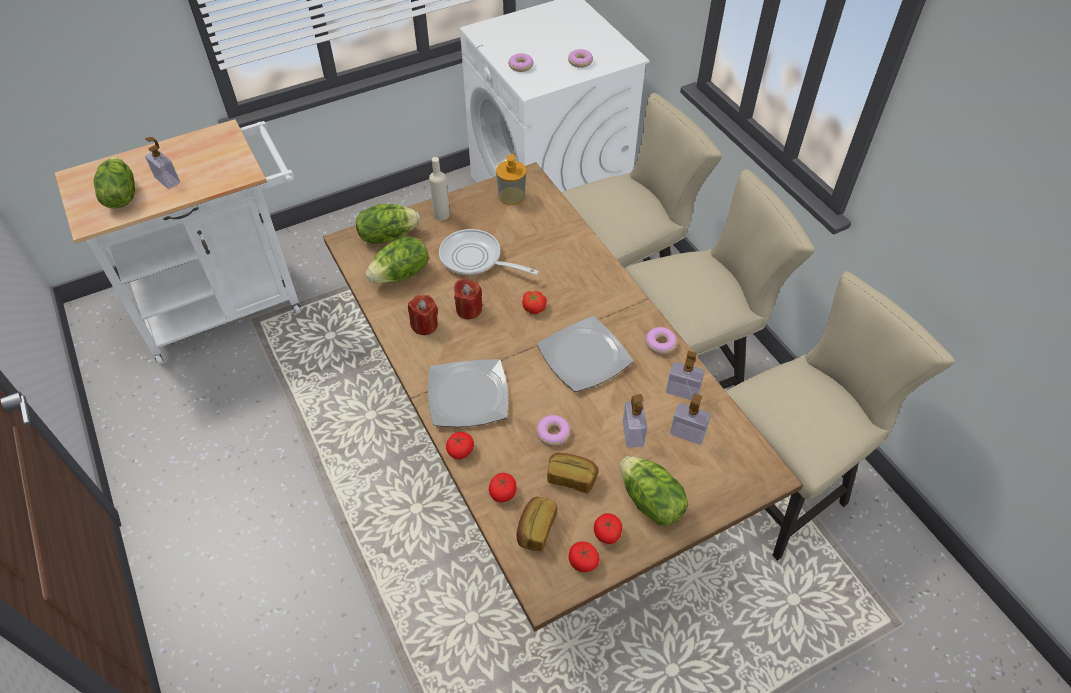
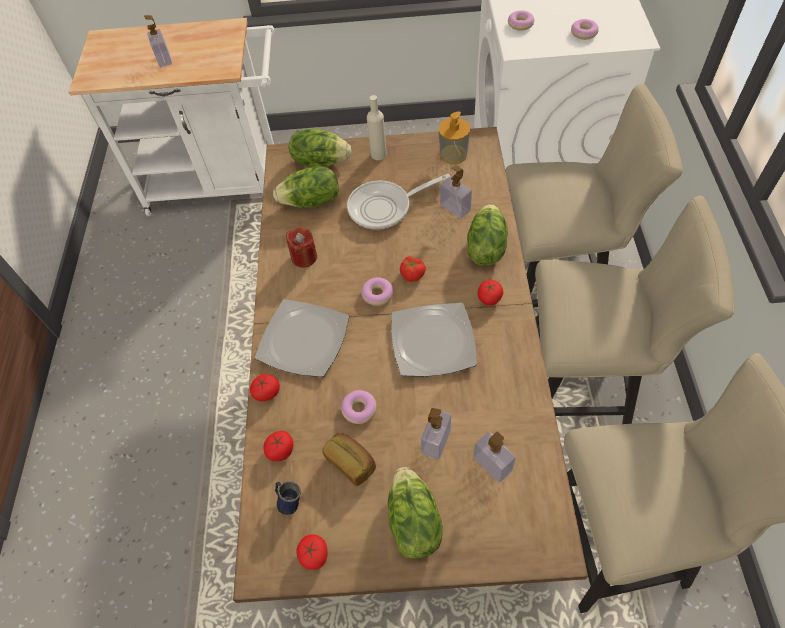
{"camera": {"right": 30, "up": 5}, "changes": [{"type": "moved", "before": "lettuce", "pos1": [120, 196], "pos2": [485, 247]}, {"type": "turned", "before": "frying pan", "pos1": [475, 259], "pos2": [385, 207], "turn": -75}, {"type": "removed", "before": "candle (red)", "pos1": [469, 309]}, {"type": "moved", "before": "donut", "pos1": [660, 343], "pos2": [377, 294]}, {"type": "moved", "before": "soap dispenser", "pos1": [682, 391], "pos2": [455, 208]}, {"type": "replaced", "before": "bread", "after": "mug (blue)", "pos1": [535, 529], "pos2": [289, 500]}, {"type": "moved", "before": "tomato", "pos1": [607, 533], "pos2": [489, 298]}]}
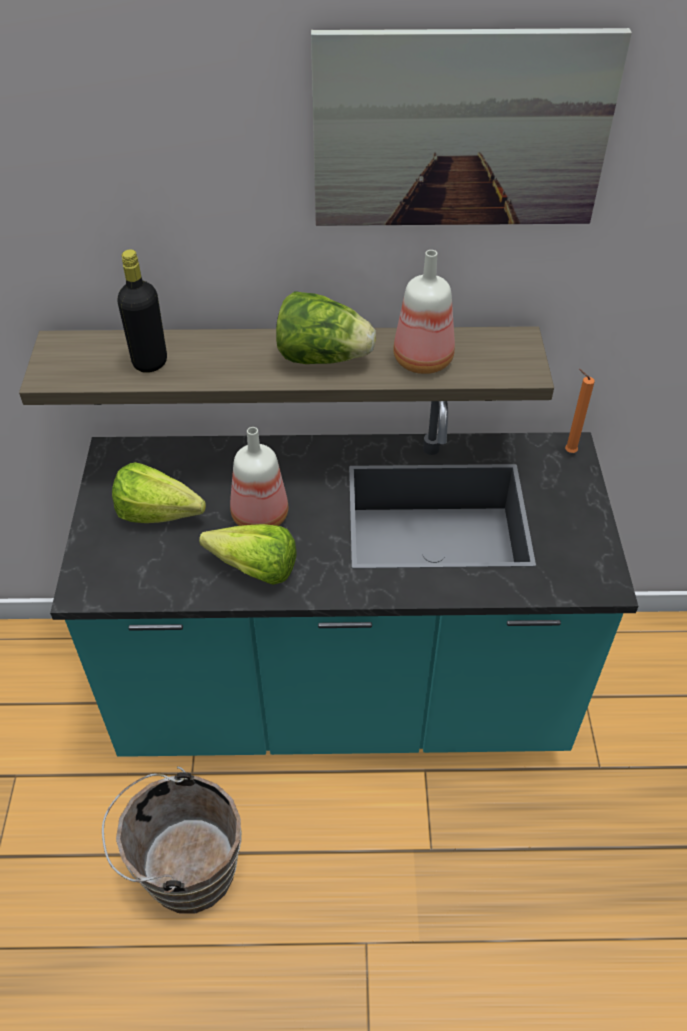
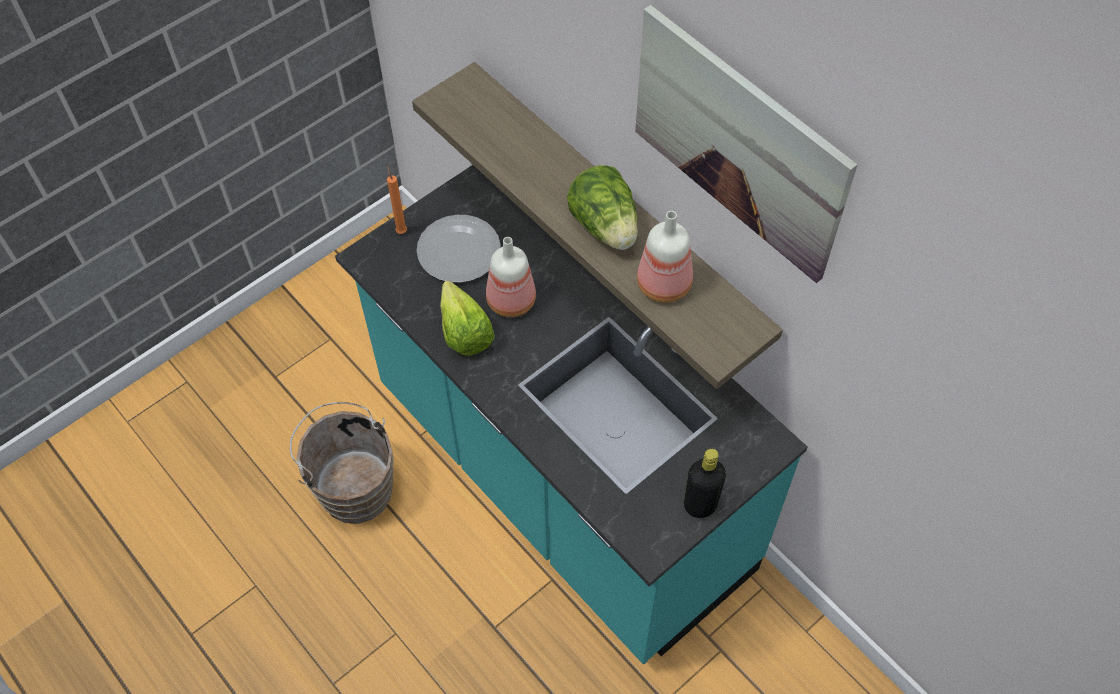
{"camera": {"right": 50, "up": 10}, "changes": [{"type": "moved", "before": "bottle (black)", "pos1": [150, 362], "pos2": [700, 505]}, {"type": "moved", "before": "candle (orange)", "pos1": [568, 451], "pos2": [401, 230]}, {"type": "replaced", "before": "lettuce", "after": "plate", "pos1": [164, 517], "pos2": [459, 250]}]}
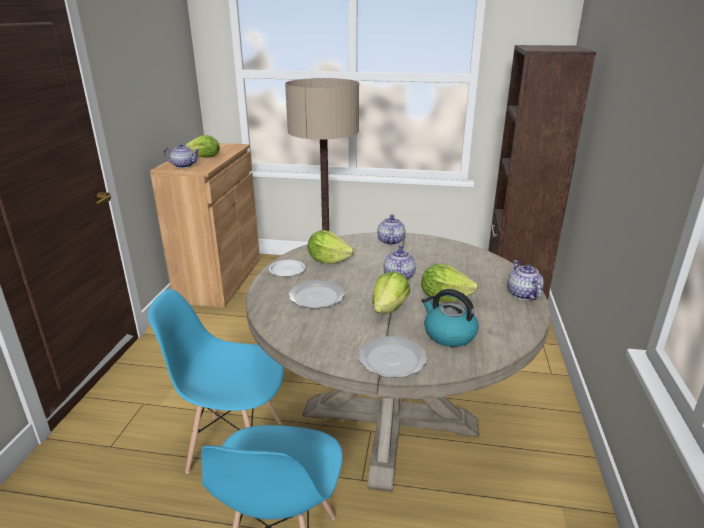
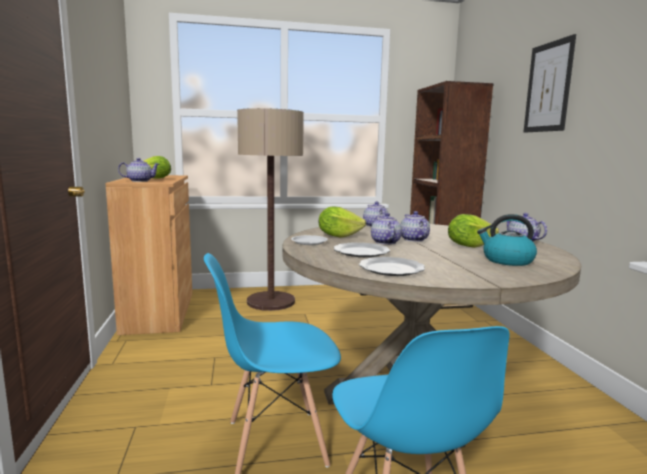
{"camera": {"right": -20, "up": -15}, "changes": [{"type": "removed", "before": "lettuce", "pos1": [389, 308]}, {"type": "moved", "before": "plate", "pos1": [391, 358], "pos2": [390, 269]}, {"type": "added", "after": "picture", "pos2": [548, 87]}, {"type": "added", "after": "teapot", "pos2": [384, 242]}]}
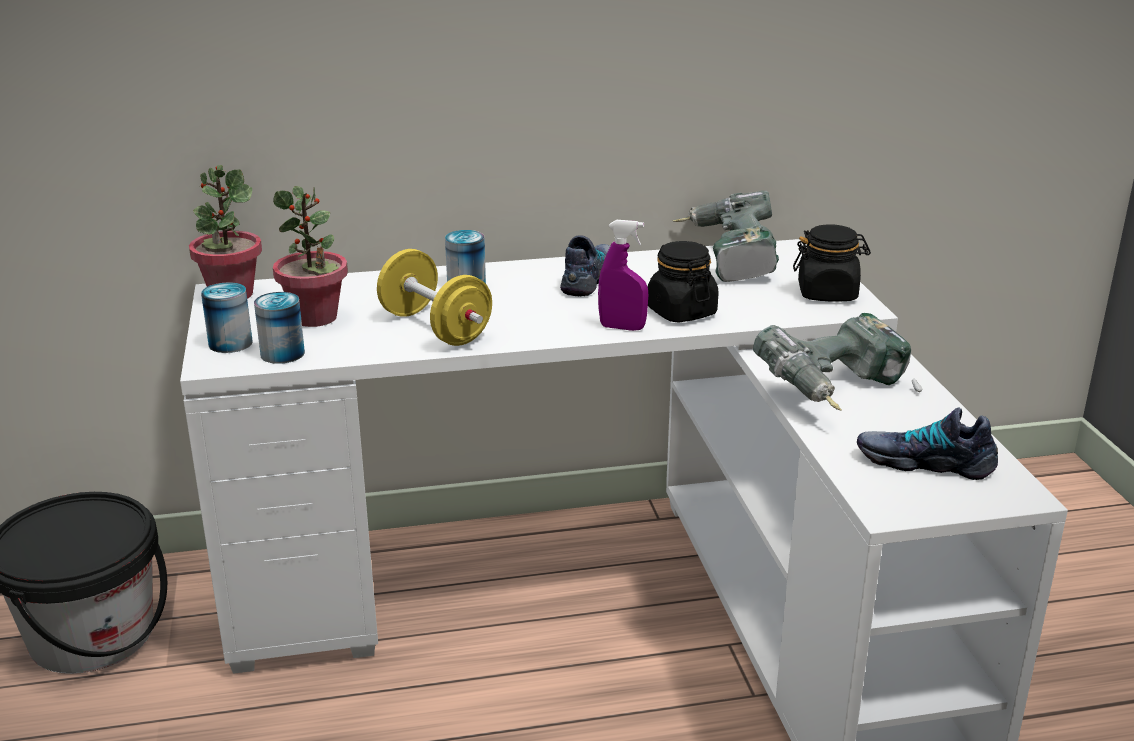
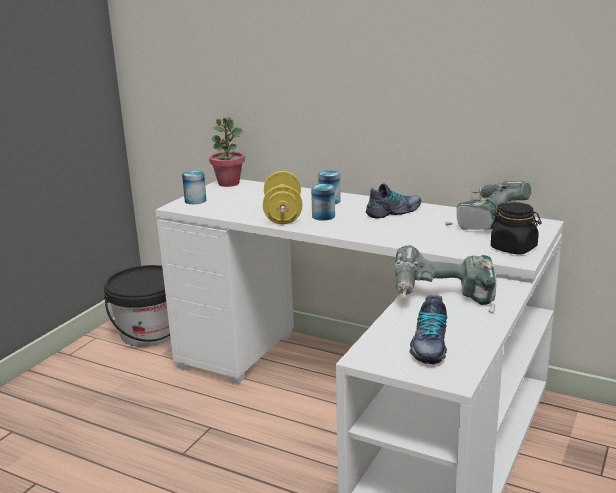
{"camera": {"right": 40, "up": -5}, "changes": [{"type": "removed", "before": "potted plant", "pos1": [315, 317]}, {"type": "removed", "before": "spray bottle (purple)", "pos1": [622, 327]}, {"type": "removed", "before": "jar (black)", "pos1": [681, 312]}, {"type": "moved", "before": "can", "pos1": [282, 353], "pos2": [323, 216]}, {"type": "turned", "before": "shoe", "pos1": [924, 462], "pos2": [428, 345], "turn": -135}]}
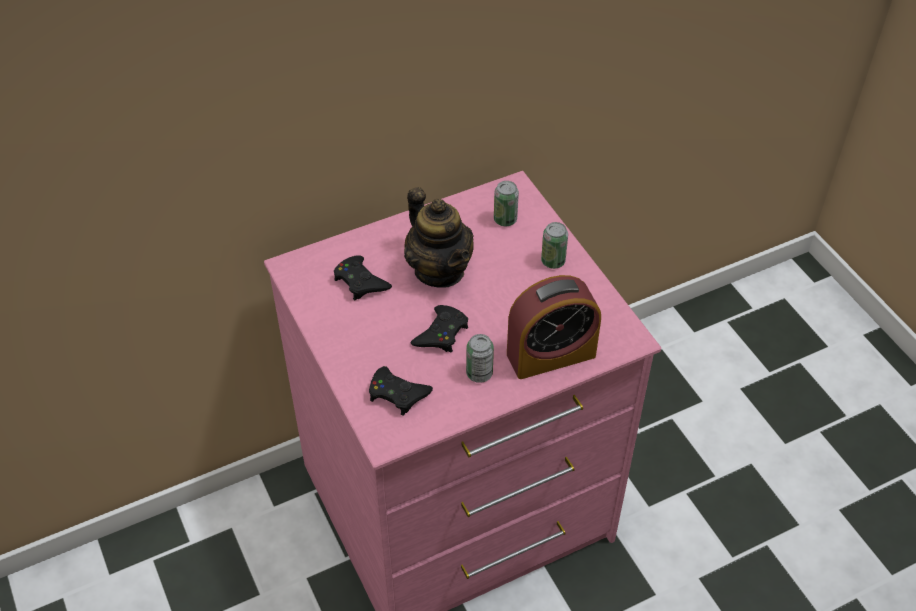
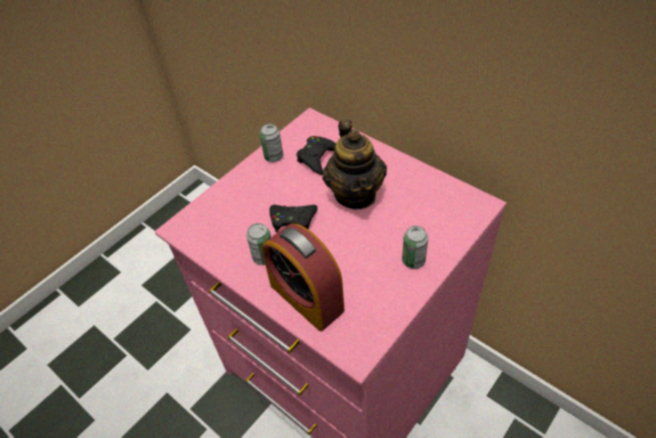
{"camera": {"right": 70, "up": 0}, "changes": [{"type": "moved", "before": "can", "pos1": [505, 219], "pos2": [273, 157]}, {"type": "turned", "before": "teapot", "pos1": [439, 270], "pos2": [356, 194], "turn": -45}, {"type": "removed", "before": "game controller (black)", "pos1": [397, 394]}]}
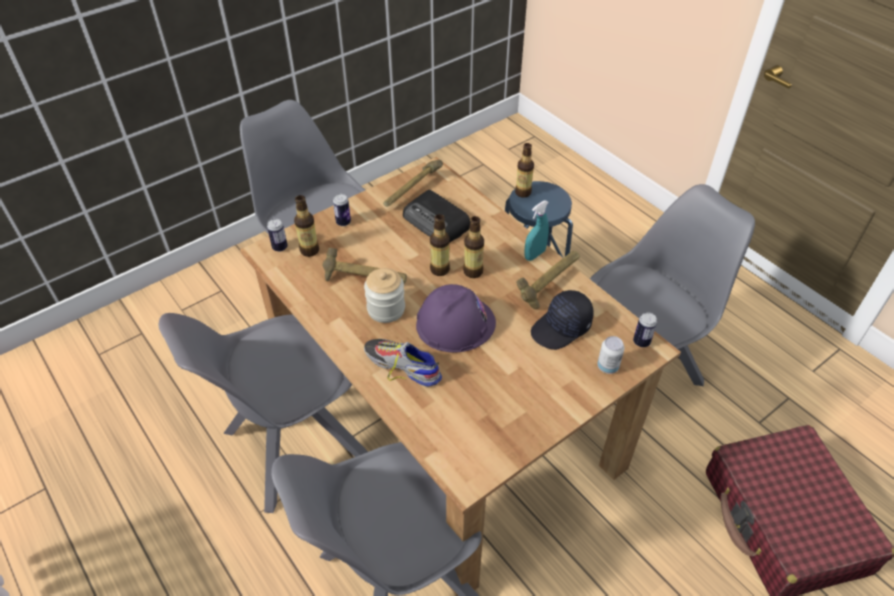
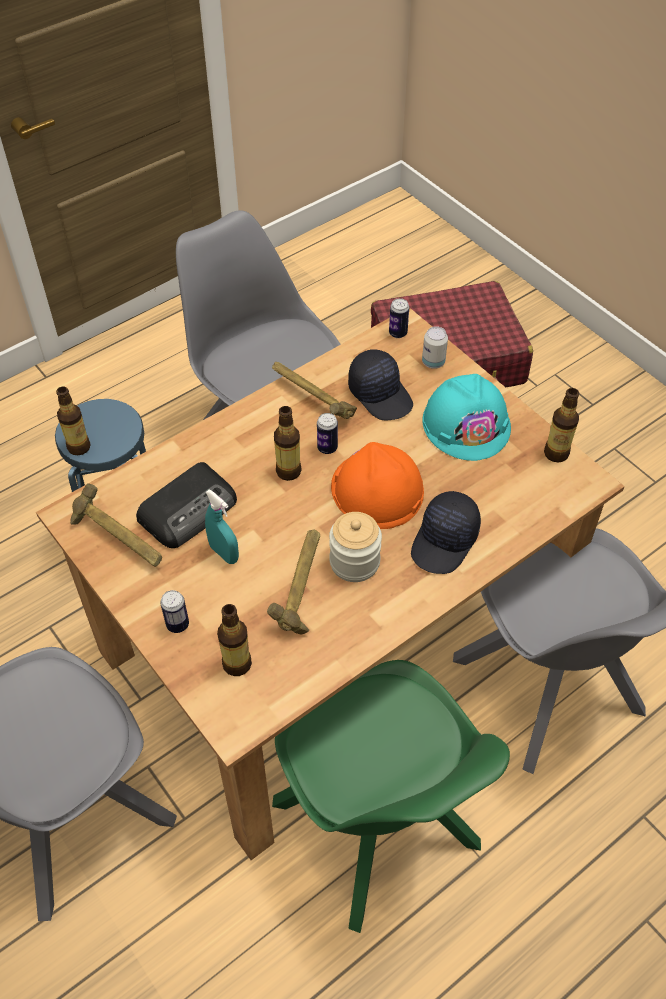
{"camera": {"right": -90, "up": 5}, "changes": [{"type": "moved", "before": "spray bottle (turquoise)", "pos1": [534, 255], "pos2": [224, 553]}, {"type": "moved", "before": "bottle", "pos1": [439, 269], "pos2": [556, 453]}, {"type": "moved", "before": "can", "pos1": [280, 247], "pos2": [327, 448]}, {"type": "recoloured", "before": "hard hat (purple)", "after": "hard hat (orange)", "pos1": [455, 323], "pos2": [377, 490]}, {"type": "recoloured", "before": "chair (grey)", "after": "chair (green)", "pos1": [291, 446], "pos2": [378, 829]}, {"type": "replaced", "before": "shoe", "after": "cap (black)", "pos1": [402, 365], "pos2": [445, 541]}, {"type": "added", "after": "hard hat (turquoise)", "pos2": [466, 424]}]}
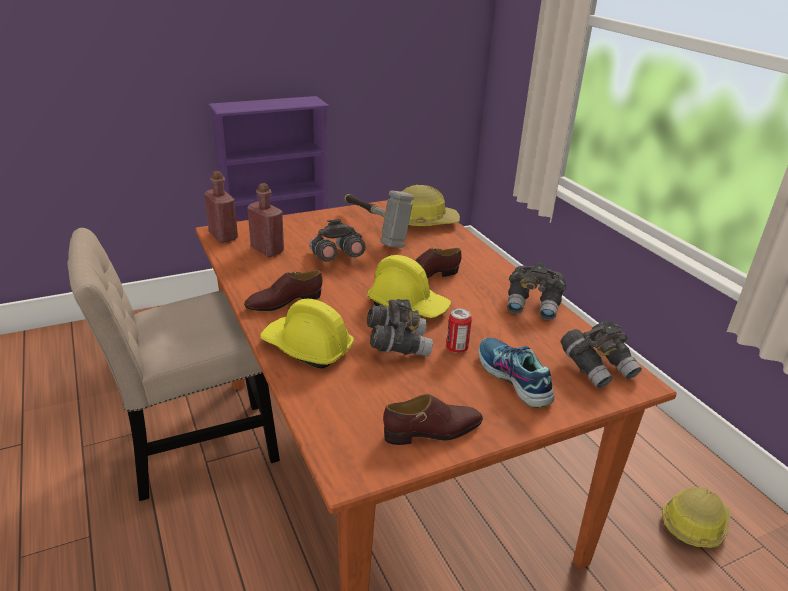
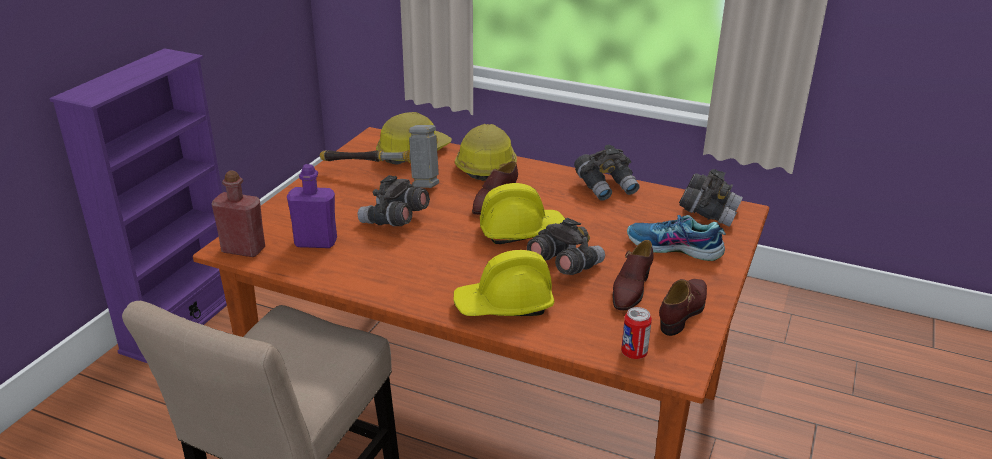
{"camera": {"right": -40, "up": 0}, "changes": [{"type": "recoloured", "before": "bottle (red)", "after": "bottle (purple)", "pos1": [267, 250], "pos2": [316, 242]}, {"type": "moved", "before": "shoe (brown)", "pos1": [284, 302], "pos2": [630, 289]}, {"type": "moved", "before": "can", "pos1": [456, 348], "pos2": [634, 353]}, {"type": "moved", "before": "hard hat", "pos1": [694, 523], "pos2": [486, 165]}]}
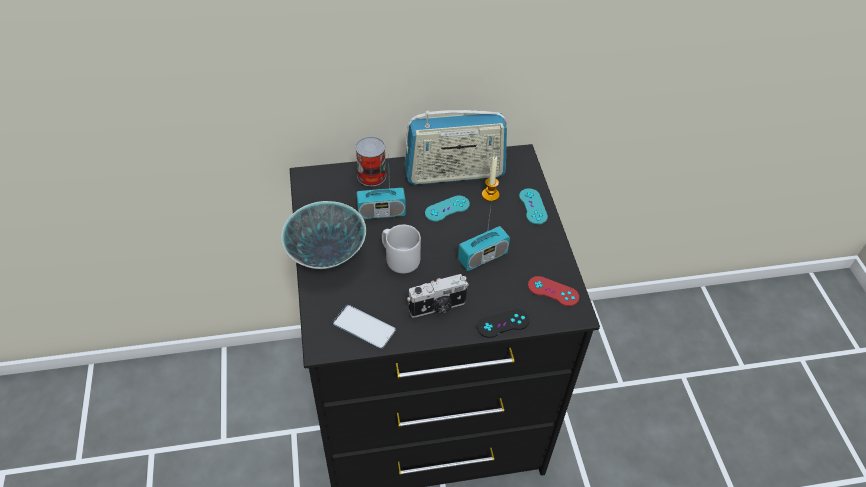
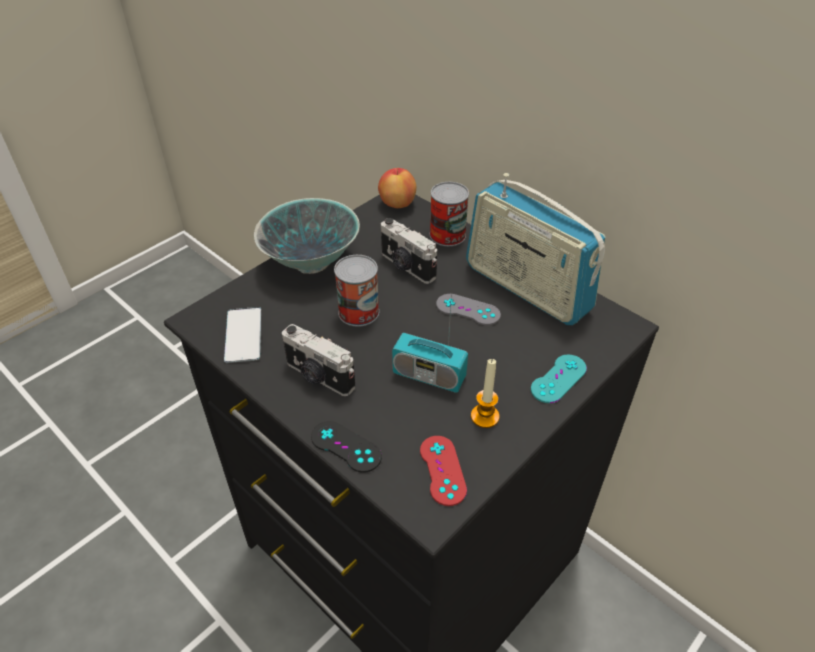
{"camera": {"right": 55, "up": -5}, "changes": [{"type": "replaced", "before": "radio", "after": "photo camera", "pos1": [381, 212], "pos2": [406, 267]}, {"type": "moved", "before": "candle", "pos1": [490, 195], "pos2": [485, 416]}, {"type": "recoloured", "before": "game controller (turquoise)", "after": "game controller (grey)", "pos1": [447, 208], "pos2": [468, 310]}, {"type": "replaced", "before": "mug (grey)", "after": "can", "pos1": [399, 258], "pos2": [358, 312]}, {"type": "added", "after": "apple", "pos2": [397, 203]}]}
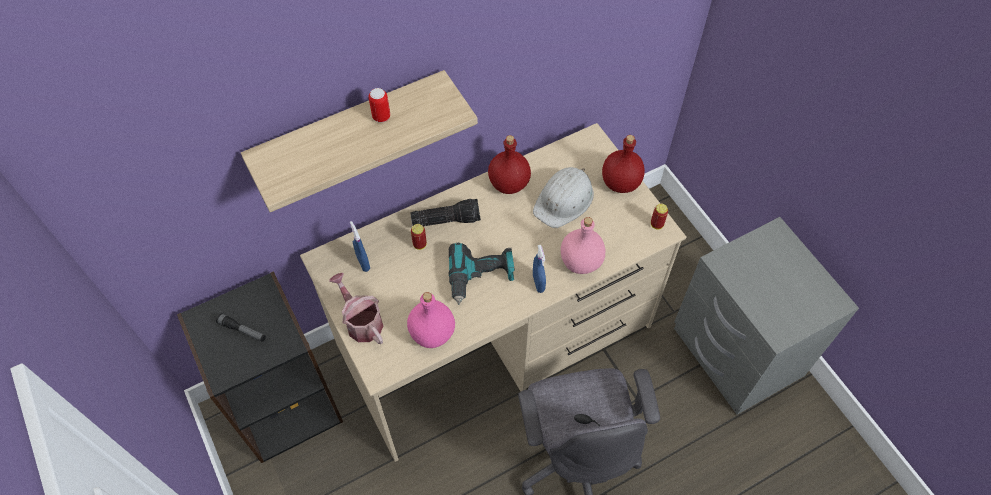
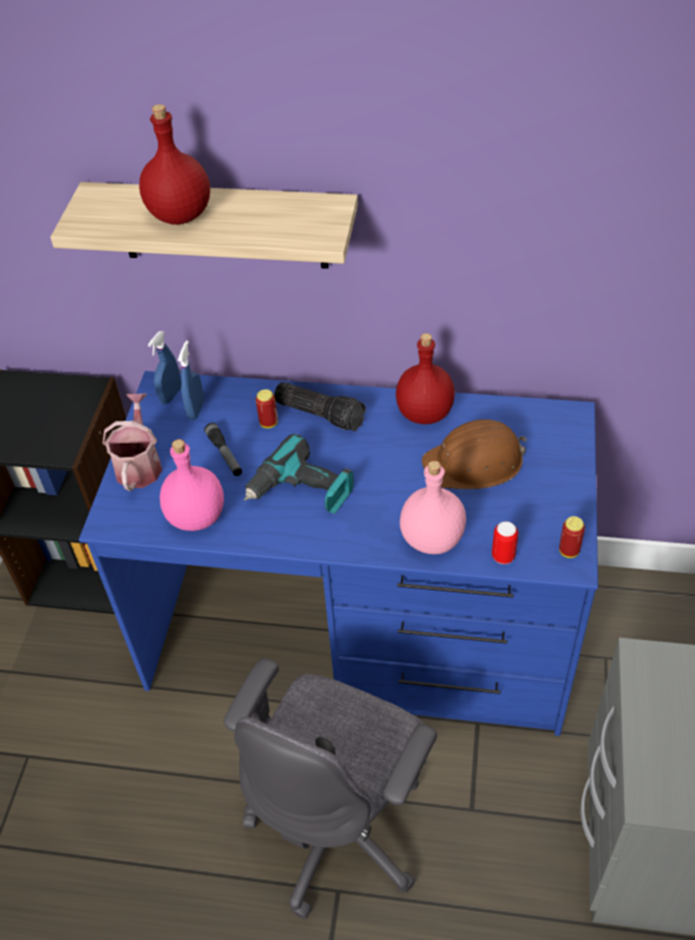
{"camera": {"right": 40, "up": -10}, "changes": [{"type": "moved", "before": "can", "pos1": [381, 117], "pos2": [503, 556]}, {"type": "recoloured", "before": "desk (beige)", "after": "desk (blue)", "pos1": [495, 337], "pos2": [360, 630]}, {"type": "moved", "before": "bottle (red)", "pos1": [620, 183], "pos2": [179, 215]}, {"type": "recoloured", "before": "hard hat (white)", "after": "hard hat (brown)", "pos1": [564, 200], "pos2": [474, 463]}, {"type": "moved", "before": "spray bottle (blue)", "pos1": [538, 283], "pos2": [171, 395]}, {"type": "moved", "before": "flashlight", "pos1": [242, 330], "pos2": [225, 454]}]}
